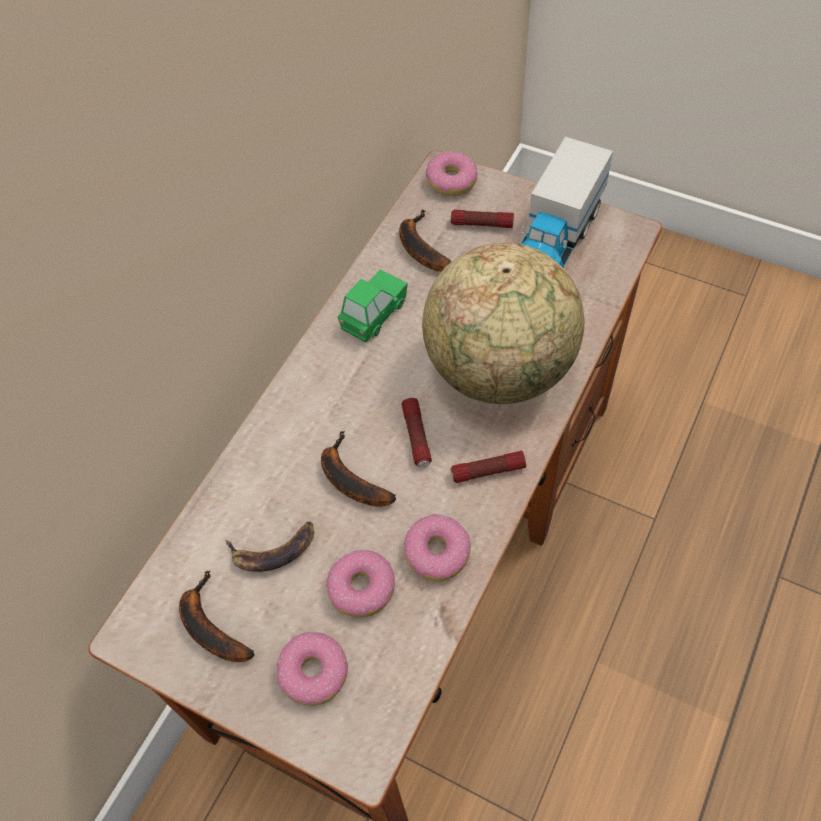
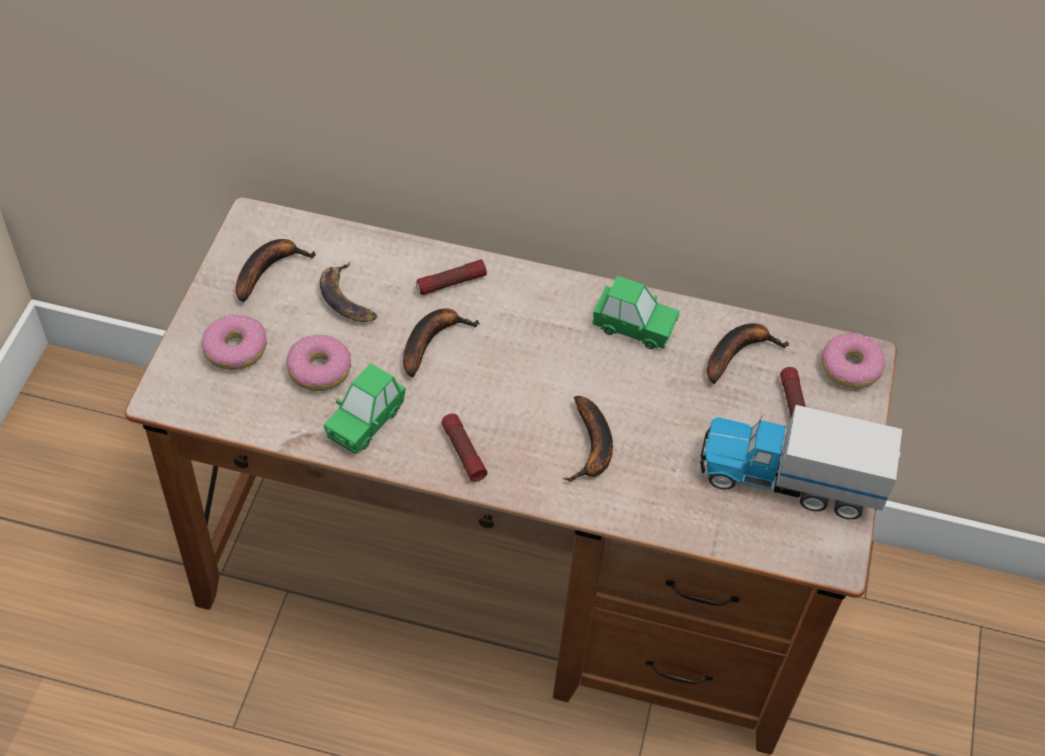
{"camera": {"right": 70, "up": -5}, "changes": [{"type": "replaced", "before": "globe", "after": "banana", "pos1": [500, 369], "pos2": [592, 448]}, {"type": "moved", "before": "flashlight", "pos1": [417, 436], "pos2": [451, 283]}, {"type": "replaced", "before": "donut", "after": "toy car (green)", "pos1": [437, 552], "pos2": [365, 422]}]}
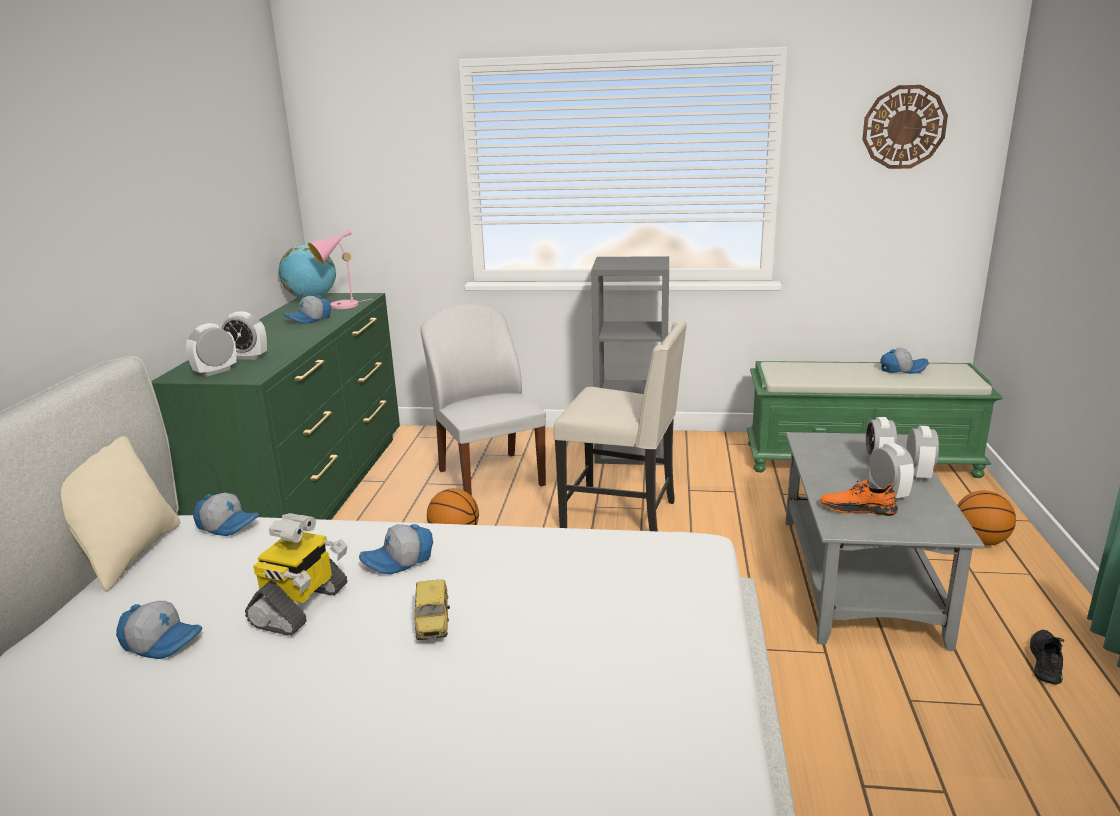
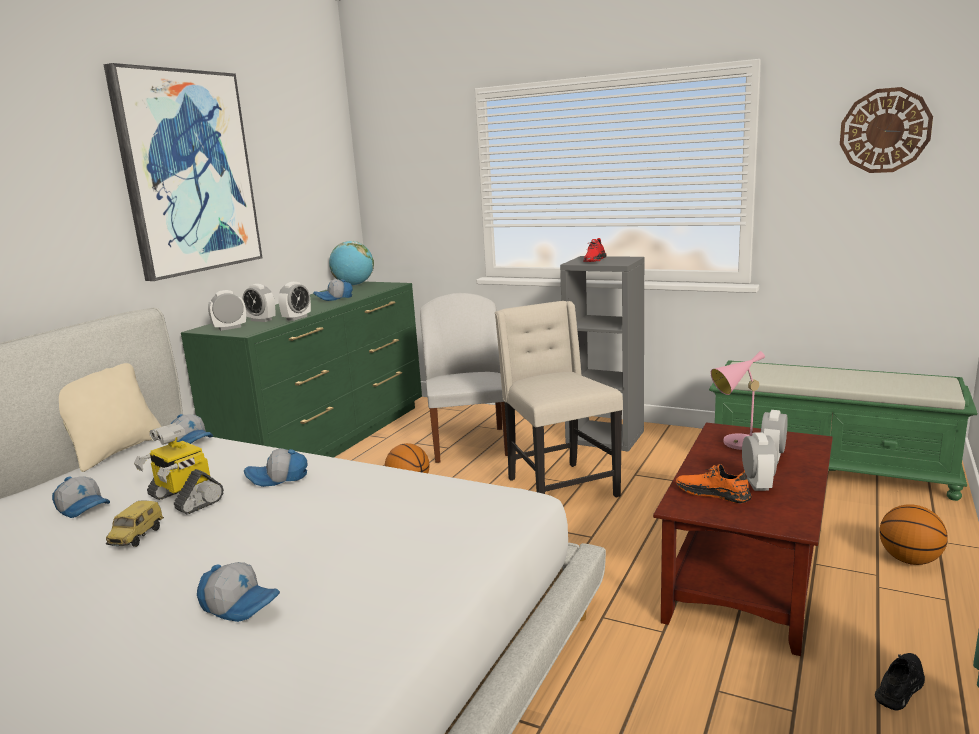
{"camera": {"right": 20, "up": -5}, "changes": [{"type": "moved", "before": "table lamp (pink)", "pos1": [340, 306], "pos2": [737, 444]}, {"type": "turned", "before": "chair (beige)", "pos1": [622, 515], "pos2": [559, 487], "turn": -150}, {"type": "moved", "before": "cap", "pos1": [902, 369], "pos2": [241, 604]}, {"type": "moved", "before": "alarm clock", "pos1": [918, 474], "pos2": [297, 318]}, {"type": "recoloured", "before": "coffee table (grey)", "after": "coffee table (brown)", "pos1": [860, 579], "pos2": [747, 574]}, {"type": "turned", "before": "toy robot", "pos1": [301, 607], "pos2": [184, 499], "turn": 90}, {"type": "moved", "before": "toy car", "pos1": [434, 625], "pos2": [138, 538]}, {"type": "added", "after": "picture", "pos2": [188, 173]}, {"type": "added", "after": "shoe (red)", "pos2": [594, 260]}]}
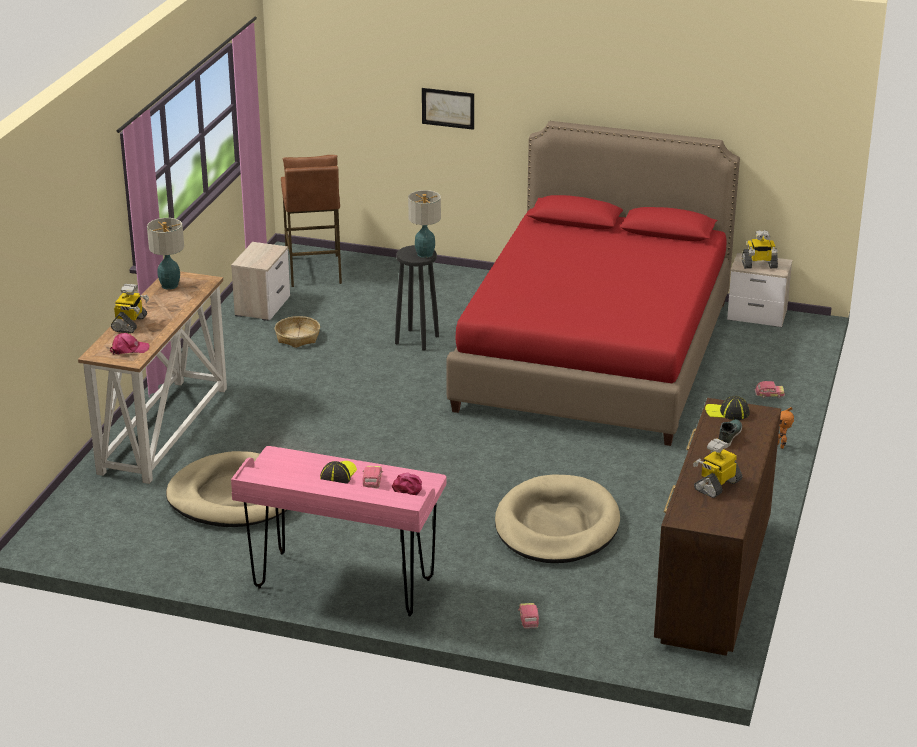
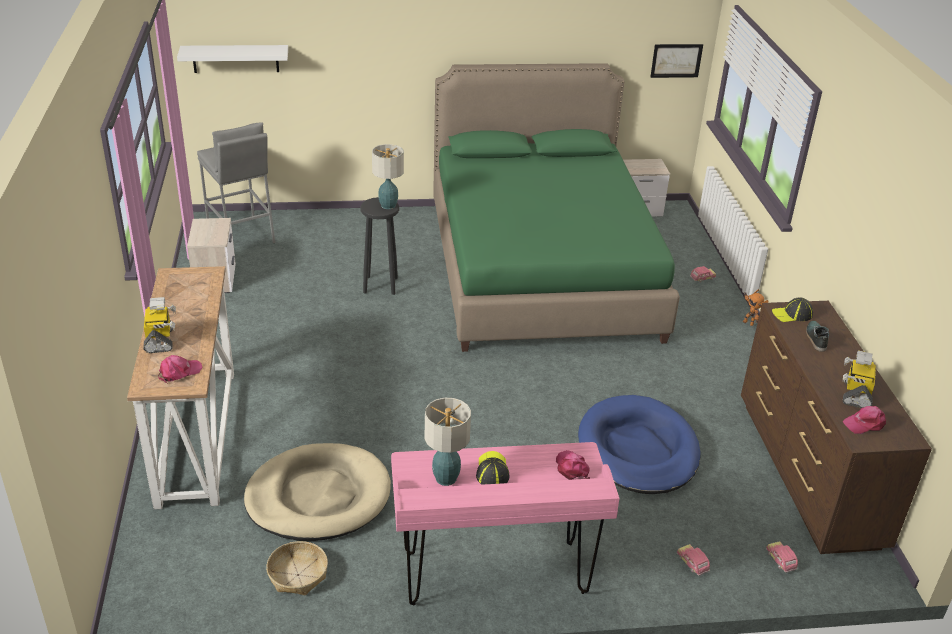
{"camera": {"right": -25, "up": 5}, "changes": [{"type": "moved", "before": "picture", "pos1": [448, 108], "pos2": [676, 60]}, {"type": "recoloured", "before": "bed (red)", "after": "bed (green)", "pos1": [594, 355], "pos2": [540, 269]}, {"type": "recoloured", "before": "stool (brown)", "after": "stool (grey)", "pos1": [313, 271], "pos2": [241, 235]}, {"type": "moved", "before": "table lamp", "pos1": [170, 285], "pos2": [446, 478]}, {"type": "removed", "before": "toy robot", "pos1": [759, 265]}, {"type": "moved", "before": "basket", "pos1": [297, 337], "pos2": [298, 574]}, {"type": "moved", "before": "toy car", "pos1": [372, 482], "pos2": [780, 560]}, {"type": "recoloured", "before": "dog bed (beige)", "after": "dog bed (blue)", "pos1": [557, 526], "pos2": [638, 449]}, {"type": "added", "after": "shelf (white)", "pos2": [235, 58]}, {"type": "added", "after": "cap (pink)", "pos2": [865, 424]}]}
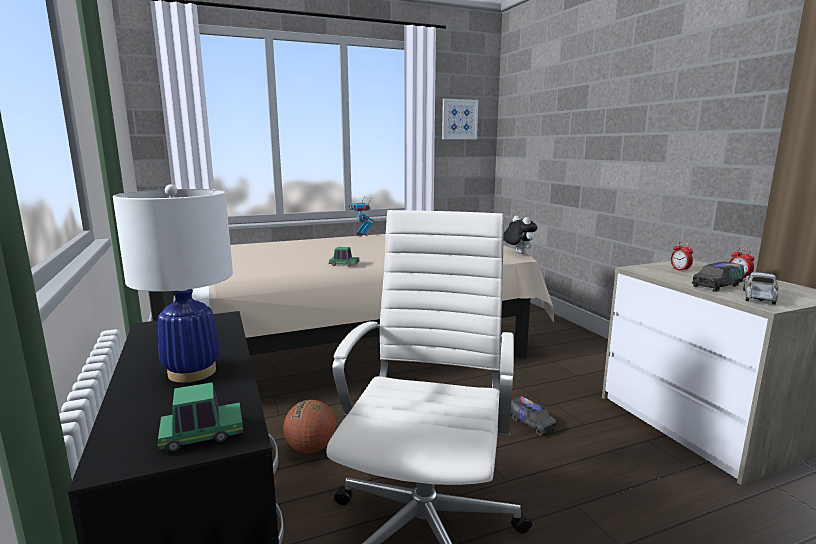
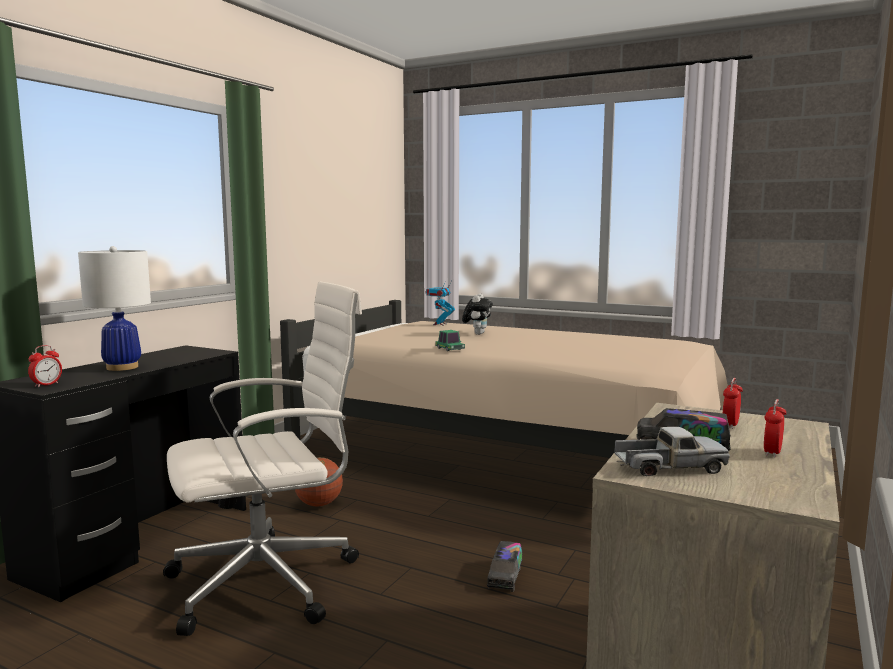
{"camera": {"right": 50, "up": -5}, "changes": [{"type": "removed", "before": "picture", "pos1": [459, 119]}, {"type": "moved", "before": "toy robot", "pos1": [361, 235], "pos2": [440, 324]}, {"type": "moved", "before": "plush toy", "pos1": [518, 253], "pos2": [477, 334]}, {"type": "replaced", "before": "toy car", "after": "alarm clock", "pos1": [202, 435], "pos2": [46, 385]}]}
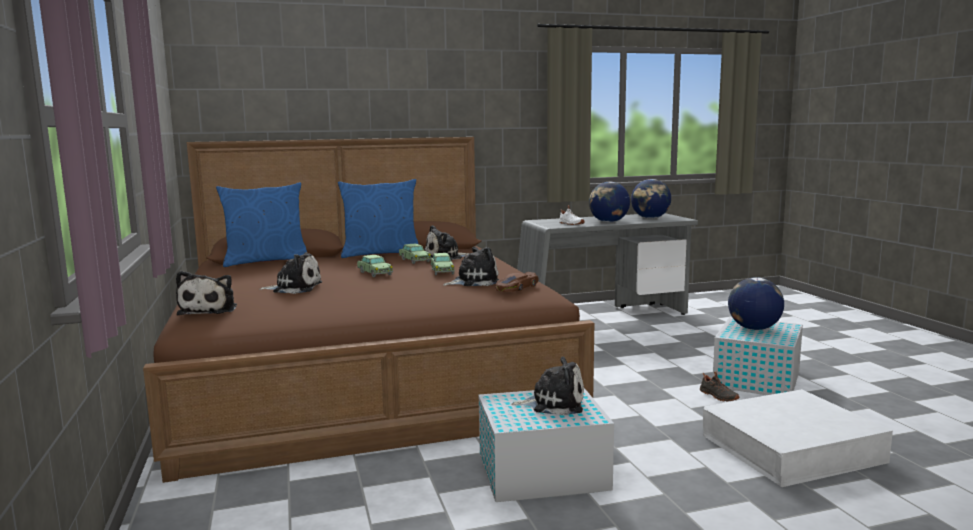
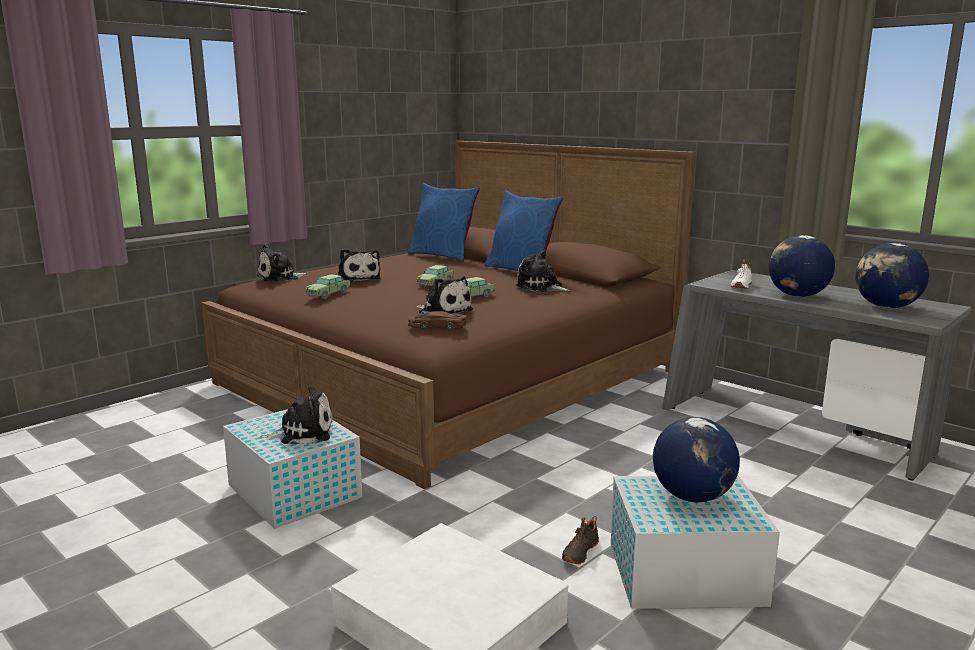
{"camera": {"right": 60, "up": 5}, "changes": [{"type": "moved", "before": "toy car", "pos1": [414, 260], "pos2": [328, 294]}, {"type": "turned", "before": "plush toy", "pos1": [554, 403], "pos2": [303, 433], "turn": -75}]}
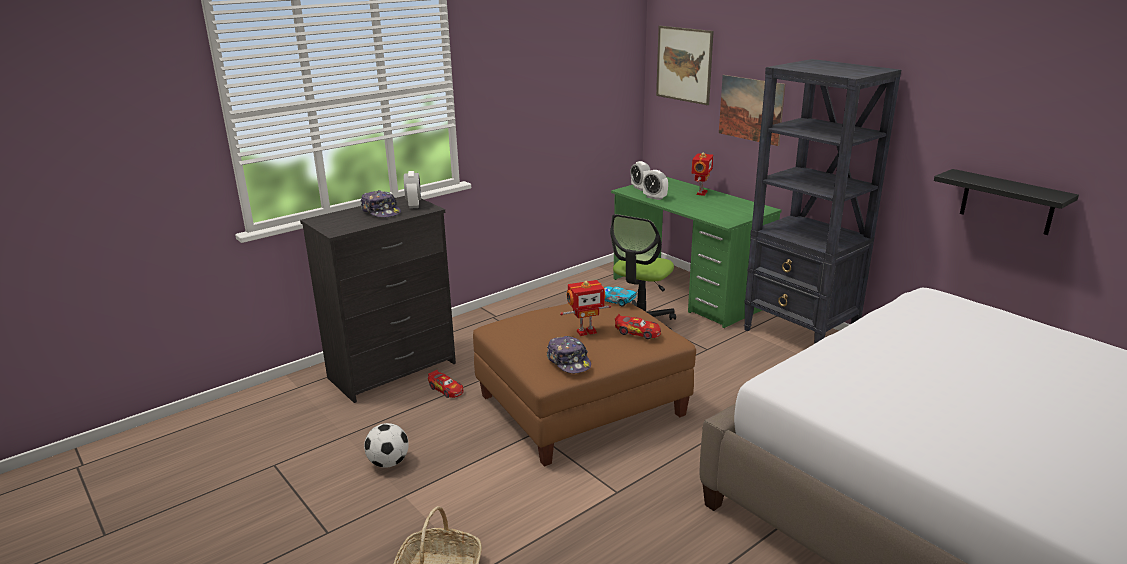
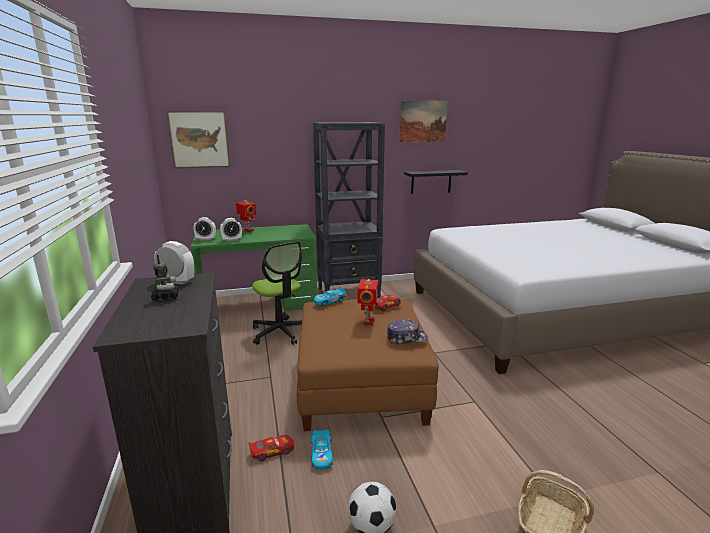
{"camera": {"right": -65, "up": -5}, "changes": [{"type": "moved", "before": "picture", "pos1": [751, 109], "pos2": [423, 121]}, {"type": "replaced", "before": "cap", "after": "toy robot", "pos1": [381, 212], "pos2": [166, 297]}, {"type": "added", "after": "toy car", "pos2": [321, 455]}]}
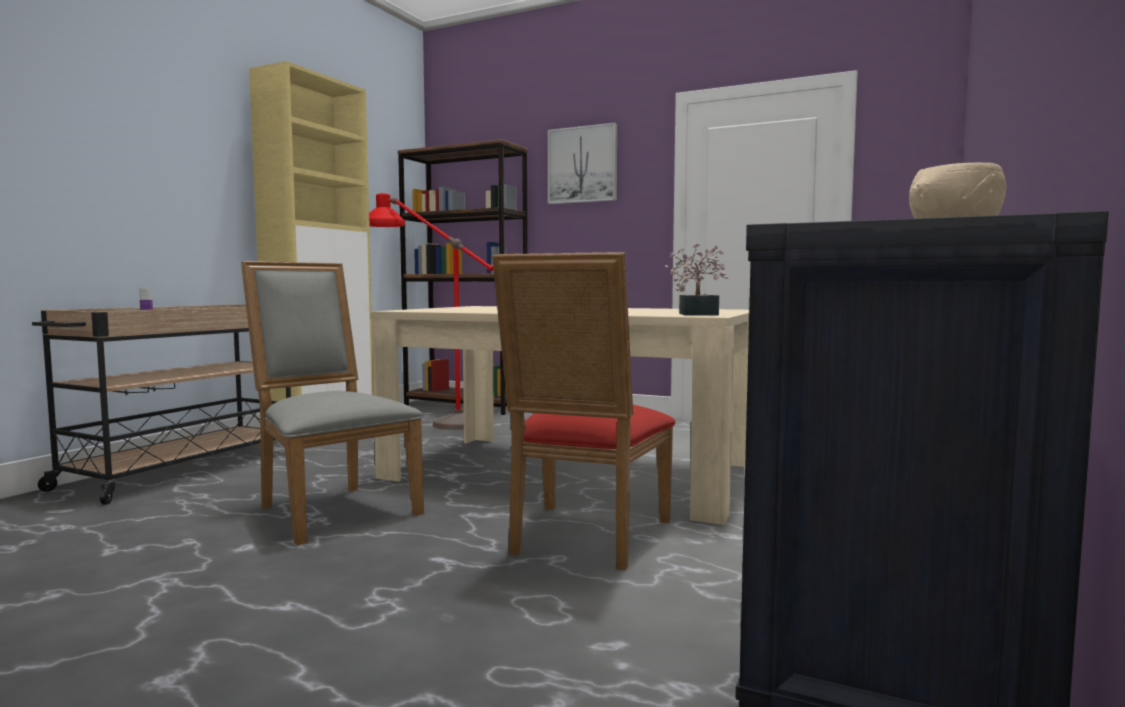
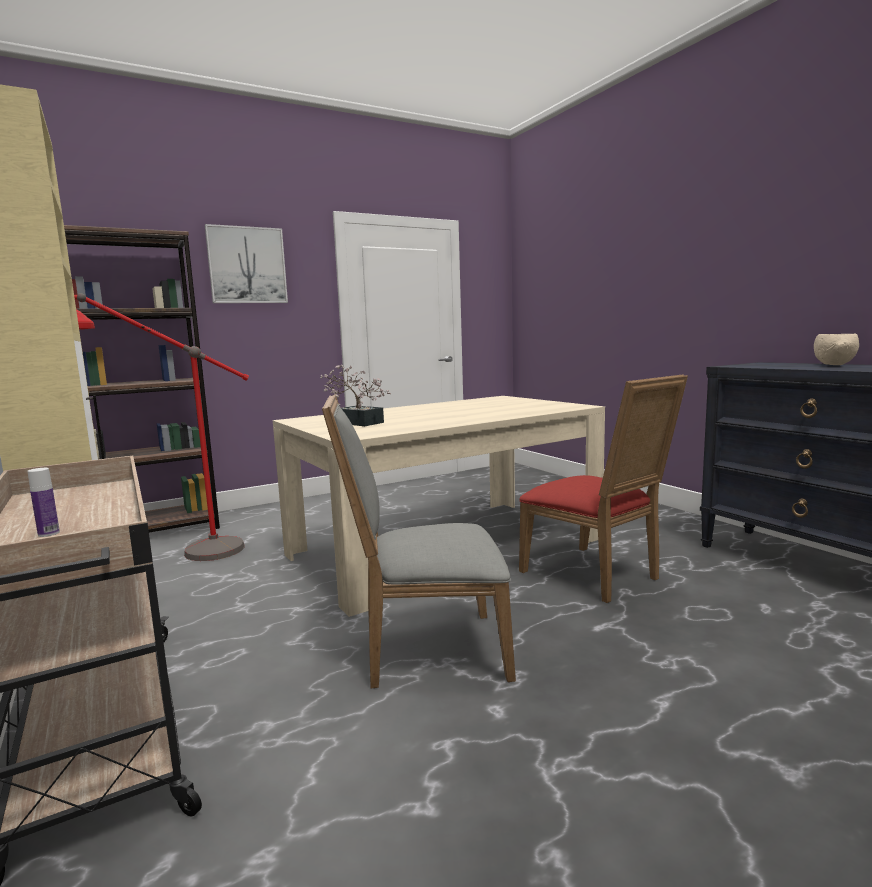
{"camera": {"right": -55, "up": 5}, "changes": [{"type": "moved", "before": "potted plant", "pos1": [698, 314], "pos2": [356, 422]}]}
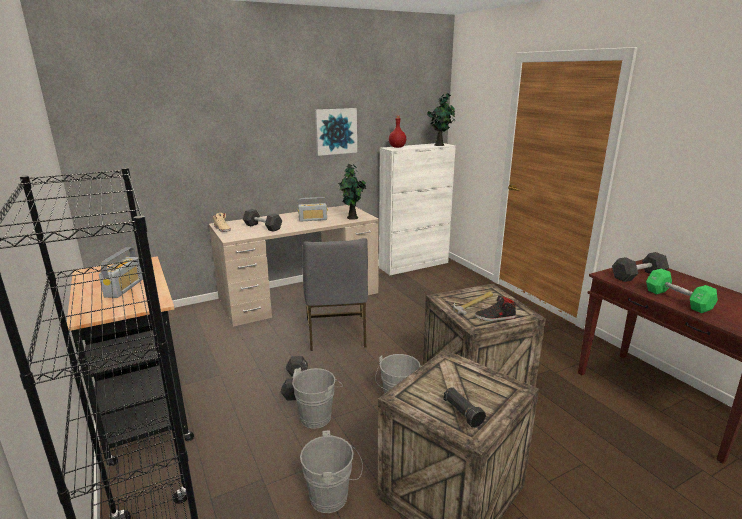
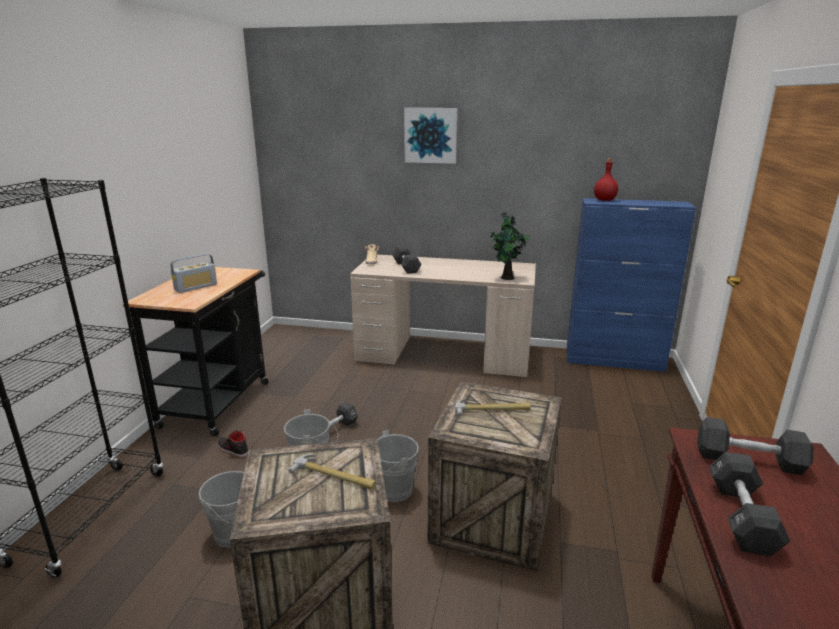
{"camera": {"right": 40, "up": 0}, "changes": [{"type": "removed", "before": "potted plant", "pos1": [440, 145]}, {"type": "moved", "before": "picture", "pos1": [335, 131], "pos2": [430, 135]}, {"type": "recoloured", "before": "cabinet (white)", "after": "cabinet (blue)", "pos1": [414, 265], "pos2": [615, 361]}, {"type": "removed", "before": "radio", "pos1": [313, 219]}, {"type": "removed", "before": "chair (grey)", "pos1": [336, 333]}, {"type": "recoloured", "before": "dumbbell (green)", "after": "dumbbell (black)", "pos1": [677, 300], "pos2": [741, 516]}, {"type": "moved", "before": "shoe (black)", "pos1": [495, 317], "pos2": [232, 449]}, {"type": "removed", "before": "flashlight (black)", "pos1": [462, 413]}, {"type": "added", "after": "hammer", "pos2": [333, 477]}]}
